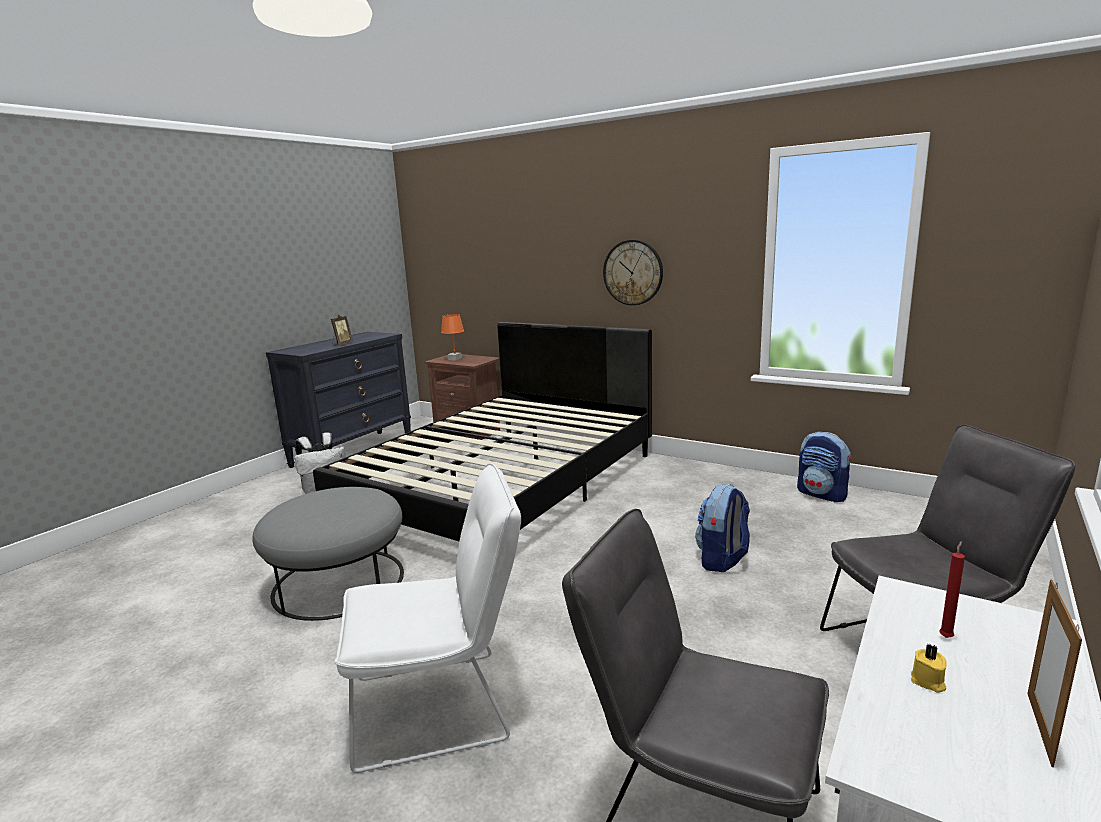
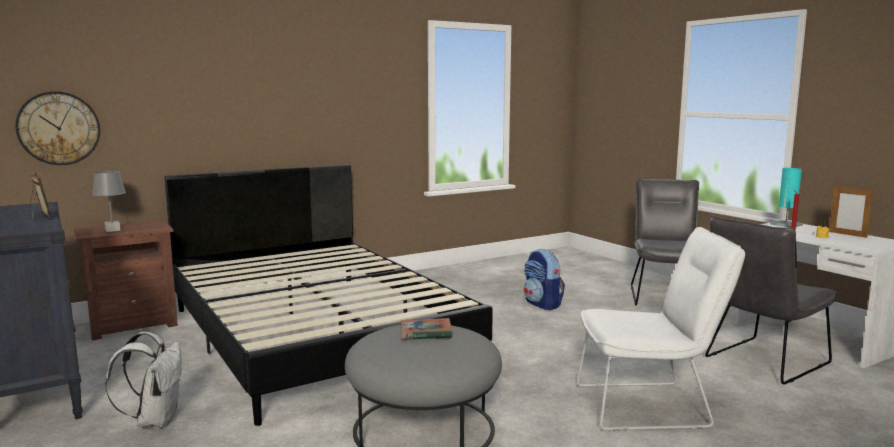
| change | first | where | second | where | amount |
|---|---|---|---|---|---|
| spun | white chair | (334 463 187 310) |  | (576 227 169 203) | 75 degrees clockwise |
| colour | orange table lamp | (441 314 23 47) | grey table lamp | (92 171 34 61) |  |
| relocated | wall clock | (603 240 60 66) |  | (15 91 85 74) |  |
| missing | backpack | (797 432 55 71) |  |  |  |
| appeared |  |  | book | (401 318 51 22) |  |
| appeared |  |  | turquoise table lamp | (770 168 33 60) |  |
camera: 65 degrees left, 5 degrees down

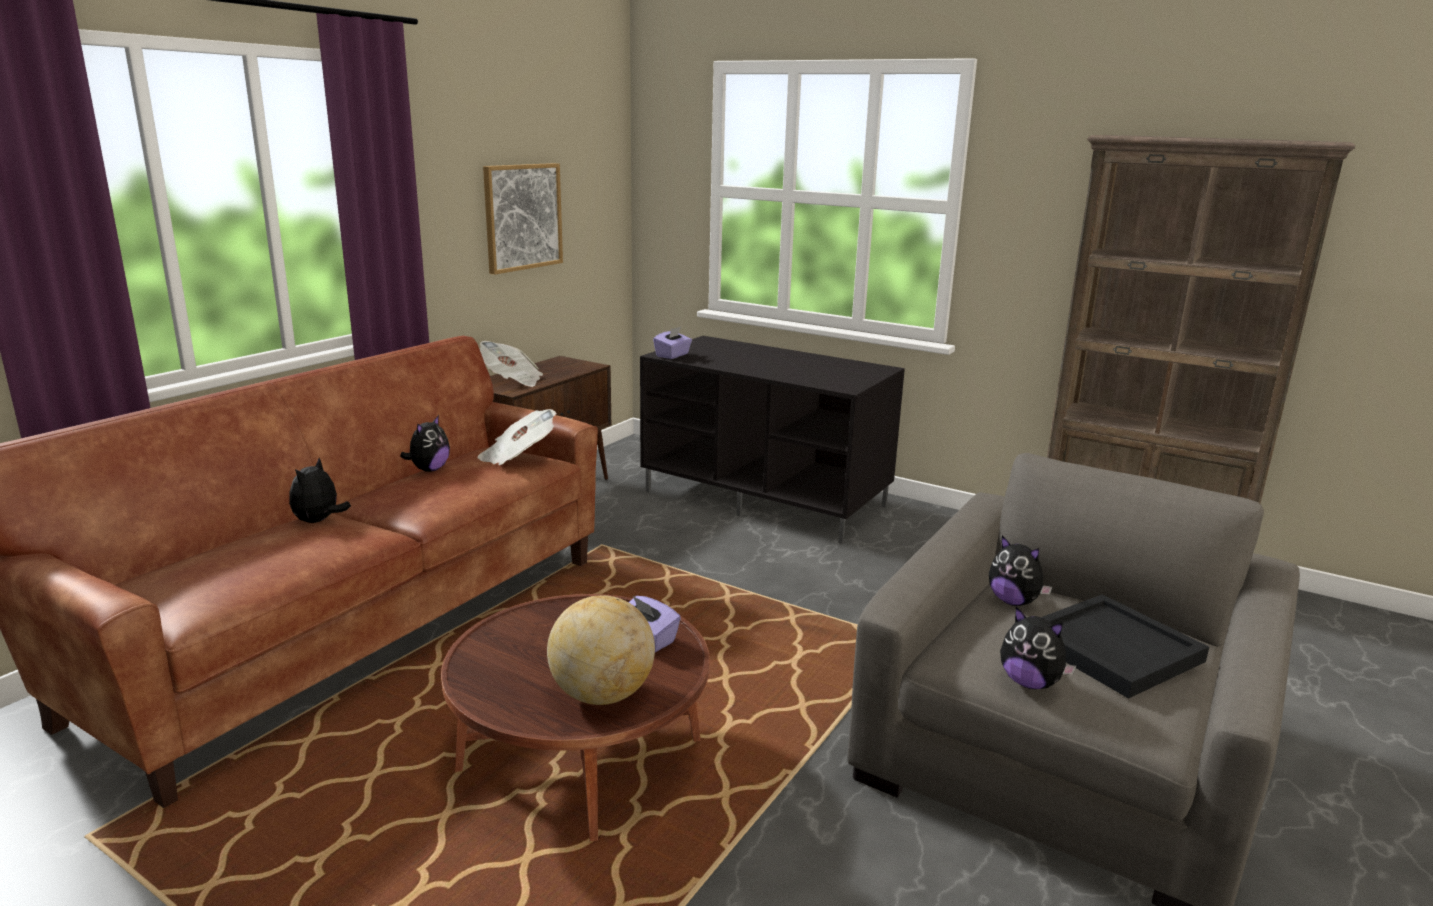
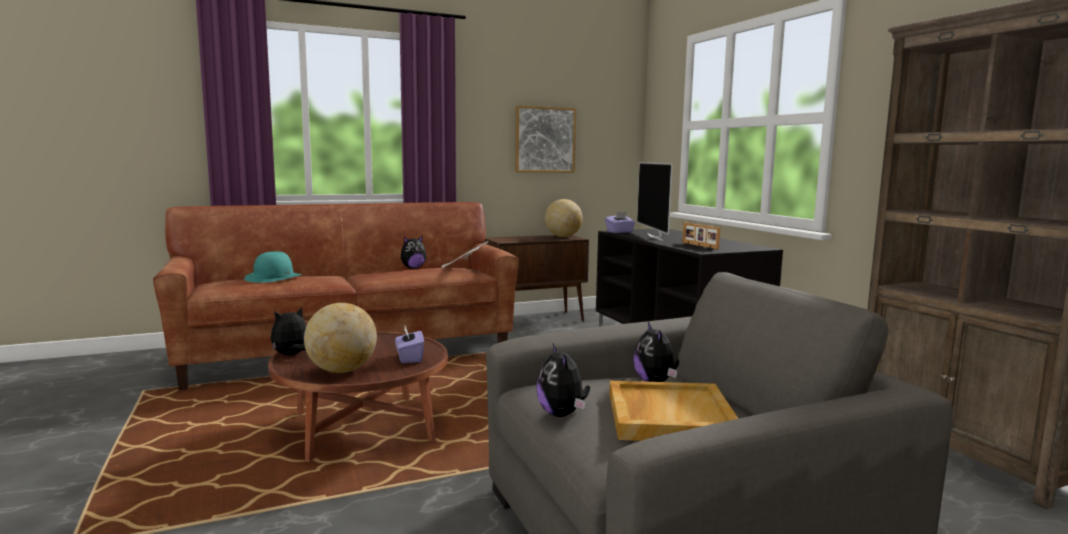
| change | first | where | second | where | amount |
|---|---|---|---|---|---|
| relocated | plush toy | (289 458 62 65) |  | (271 307 36 48) |  |
| missing | newspaper | (480 341 63 46) |  |  |  |
| colour | black tray | (1042 594 167 105) | beige tray | (609 381 130 60) |  |
| appeared |  |  | turquoise hat | (244 251 58 32) |  |
| appeared |  |  | globe | (545 199 38 38) |  |
| appeared |  |  | television | (637 162 36 79) |  |
| appeared |  |  | picture frame | (682 223 38 26) |  |
camera: 35 degrees right, 10 degrees down

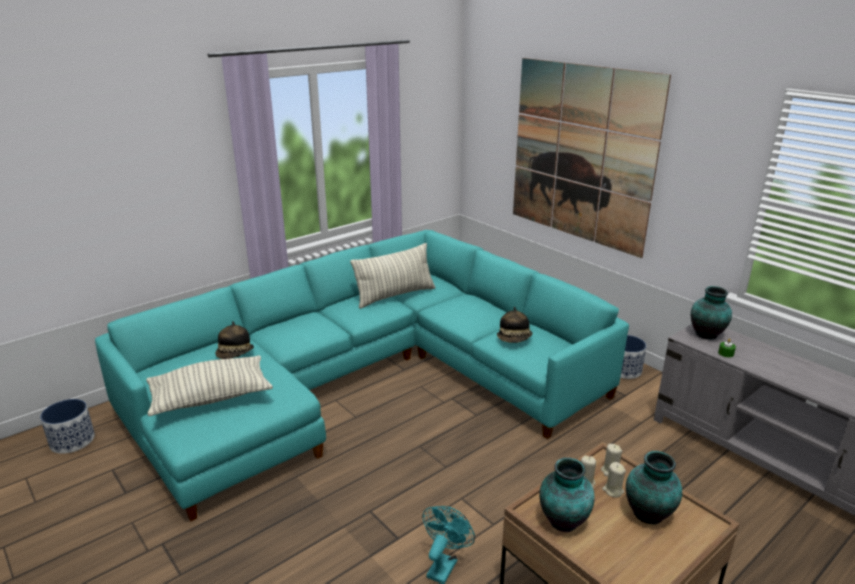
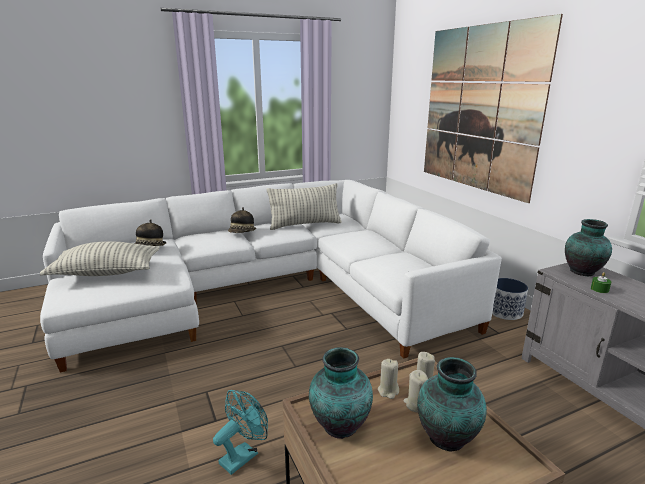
| change | first | where | second | where | amount |
|---|---|---|---|---|---|
| missing | planter | (40 399 55 55) |  |  |  |
| colour | turquoise sofa | (95 230 534 291) | white sofa | (40 180 462 193) |  |
| relocated | hat | (497 307 35 36) |  | (228 207 28 26) |  |
camera: 15 degrees right, 5 degrees down

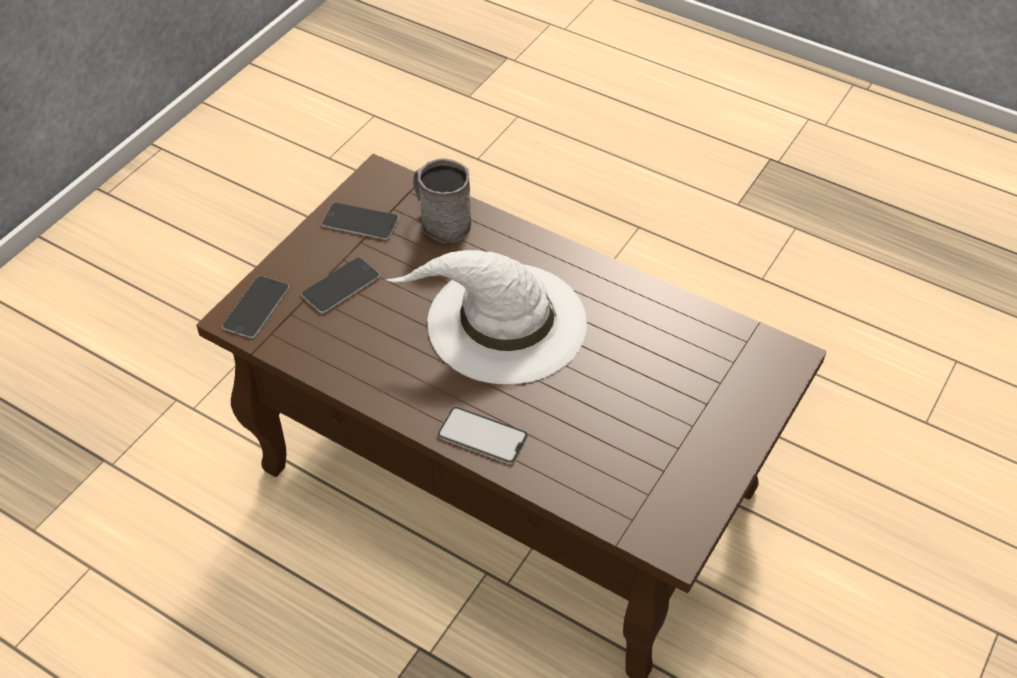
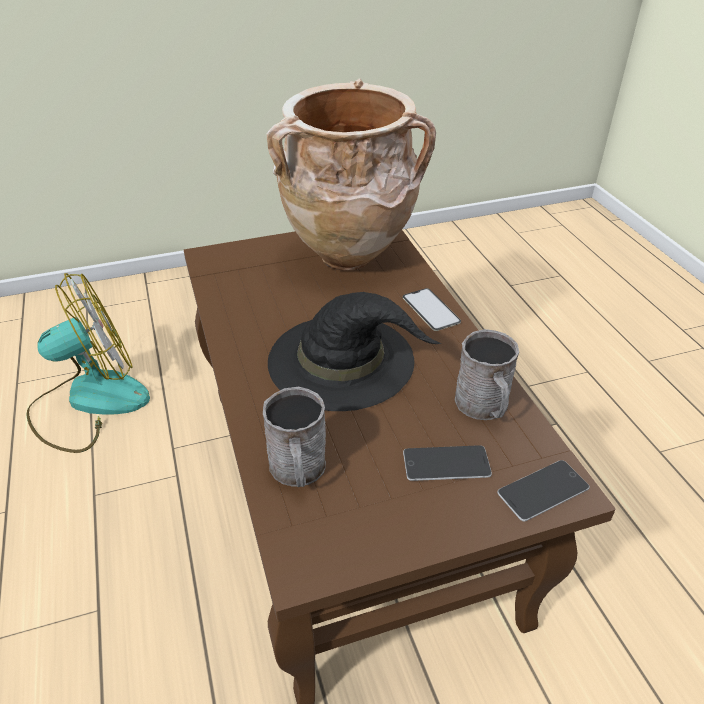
| change | first | where | second | where | amount |
|---|---|---|---|---|---|
| missing | phone | (321 203 78 37) |  |  |  |
| colour | white hat | (384 250 203 134) | black hat | (268 292 174 119) |  |
| appeared |  |  | fan | (26 273 124 180) |  |
| appeared |  |  | beige vase | (267 78 169 193) |  |
| appeared |  |  | grey mug | (454 329 65 91) |  |
camera: 140 degrees left, 10 degrees down

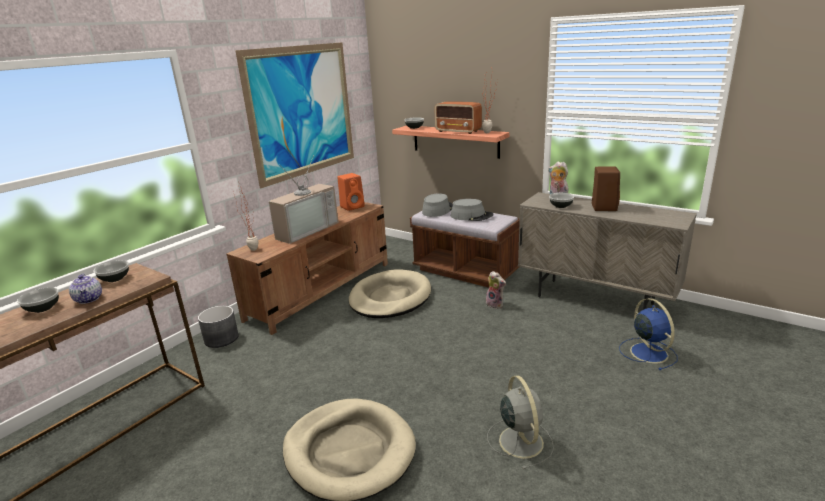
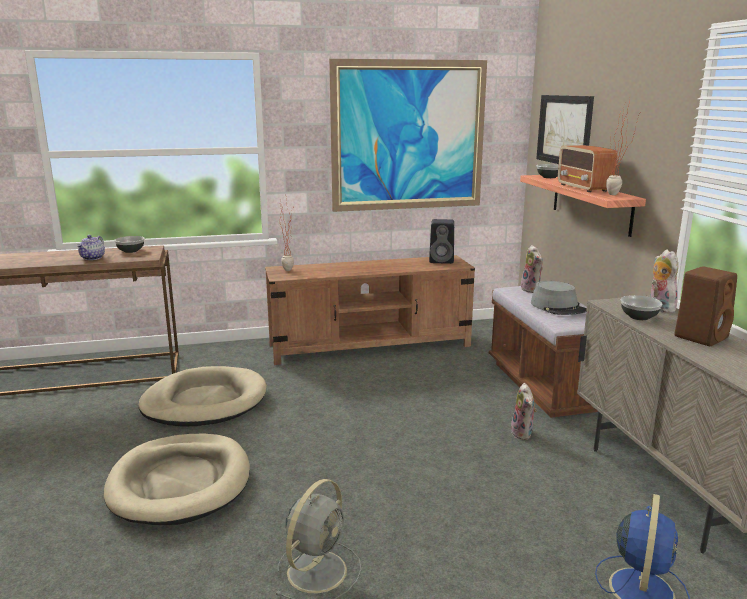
| change | first | where | second | where | amount |
|---|---|---|---|---|---|
| missing | bowl | (17 287 42 26) |  |  |  |
| missing | grey planter | (198 306 41 42) |  |  |  |
| missing | television | (269 155 69 89) |  |  |  |
| colour | orange speaker | (338 173 27 38) | black speaker | (429 219 25 45) |  |
| relocated | beige dog bed | (348 269 83 49) |  | (138 366 129 61) |  |
| exchanged | grey hat | (422 193 31 24) | plush toy | (521 245 22 48) |  |
| appeared |  |  | picture | (536 95 58 69) |  |
camera: 40 degrees right, 5 degrees down

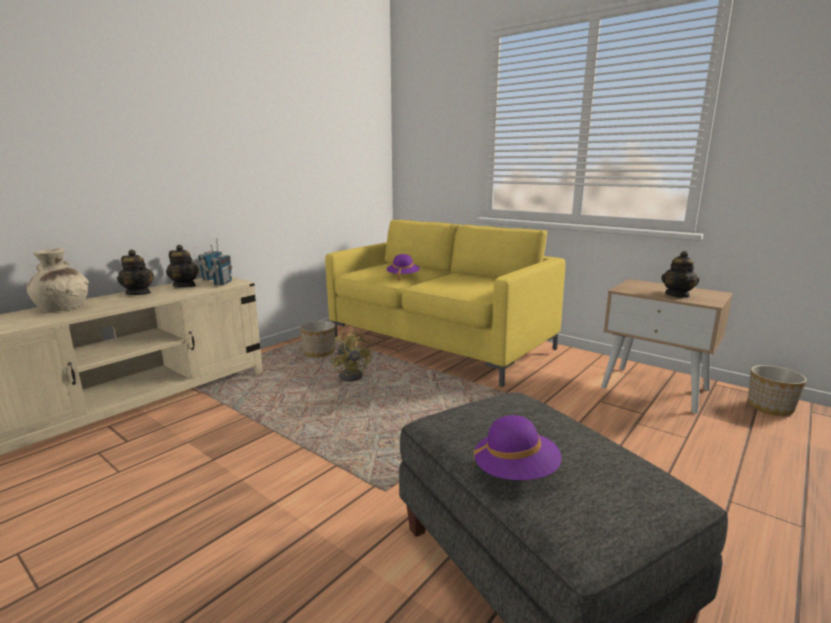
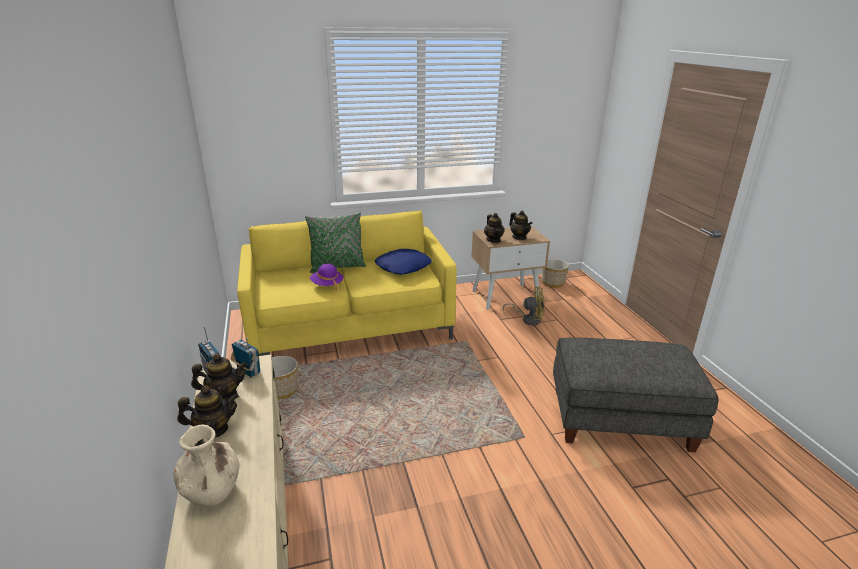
| change | first | where | second | where | amount |
|---|---|---|---|---|---|
| relocated | yellow fan | (331 329 42 52) |  | (503 287 41 38) |  |
| missing | purple hat | (473 415 89 65) |  |  |  |
| appeared |  |  | green pillow | (305 213 61 60) |  |
| appeared |  |  | blue pillow | (375 249 57 26) |  |
| appeared |  |  | teapot | (484 213 21 30) |  |
camera: 55 degrees left, 10 degrees up

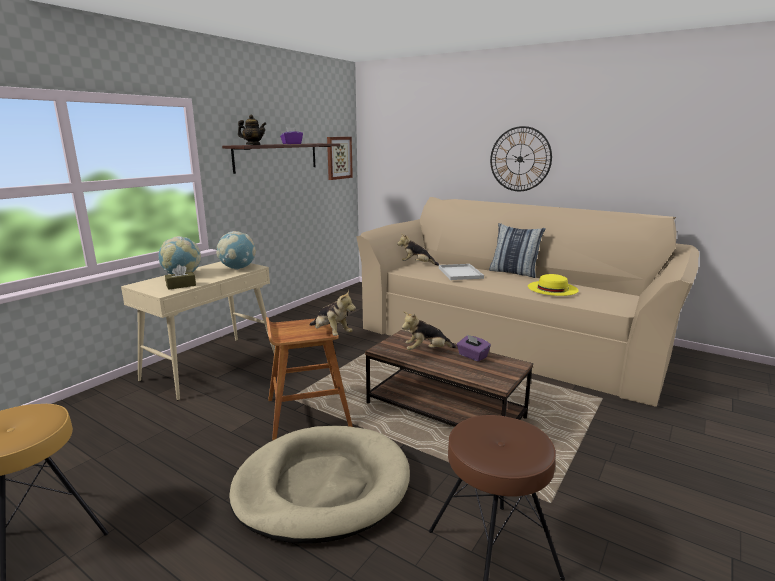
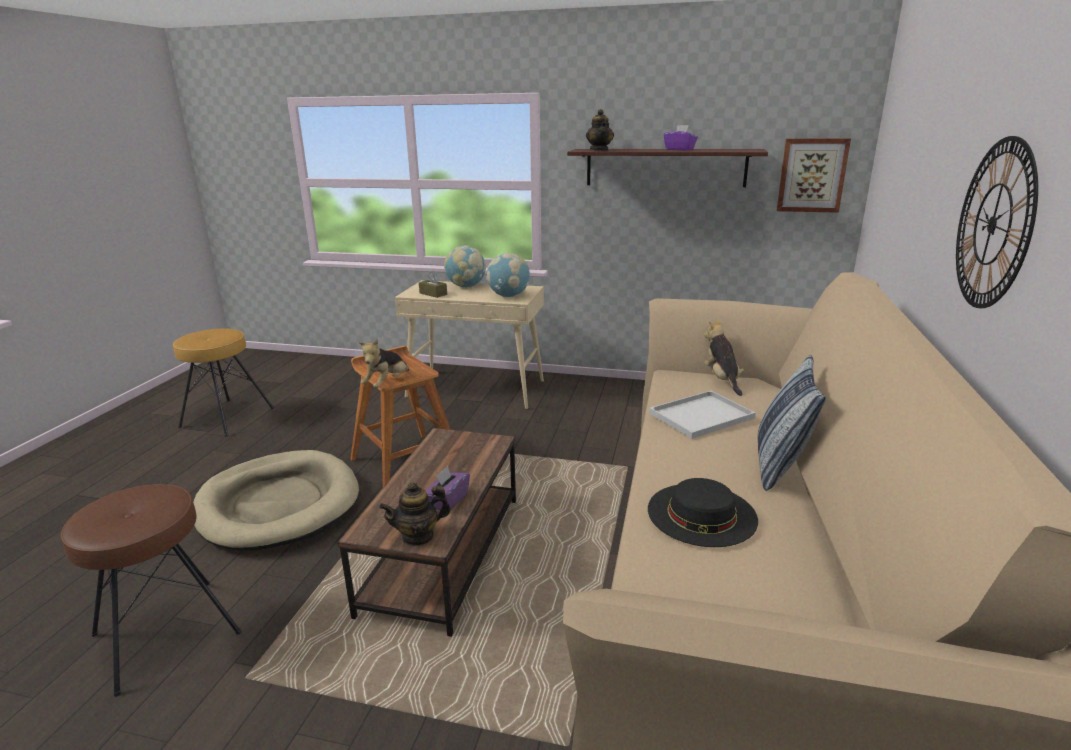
| change | first | where | second | where | amount |
|---|---|---|---|---|---|
| missing | plush toy | (402 311 54 39) |  |  |  |
| colour | yellow hat | (528 274 51 22) | black hat | (648 478 110 69) |  |
| appeared |  |  | teapot | (379 482 72 64) |  |
camera: 70 degrees right, 5 degrees up

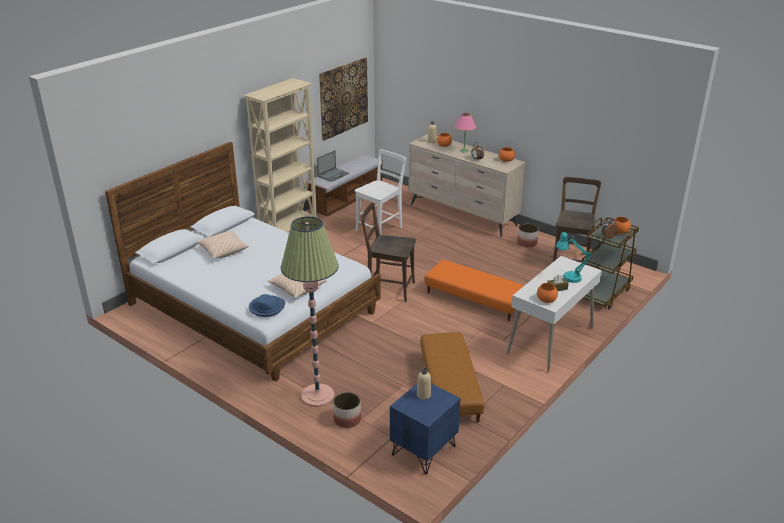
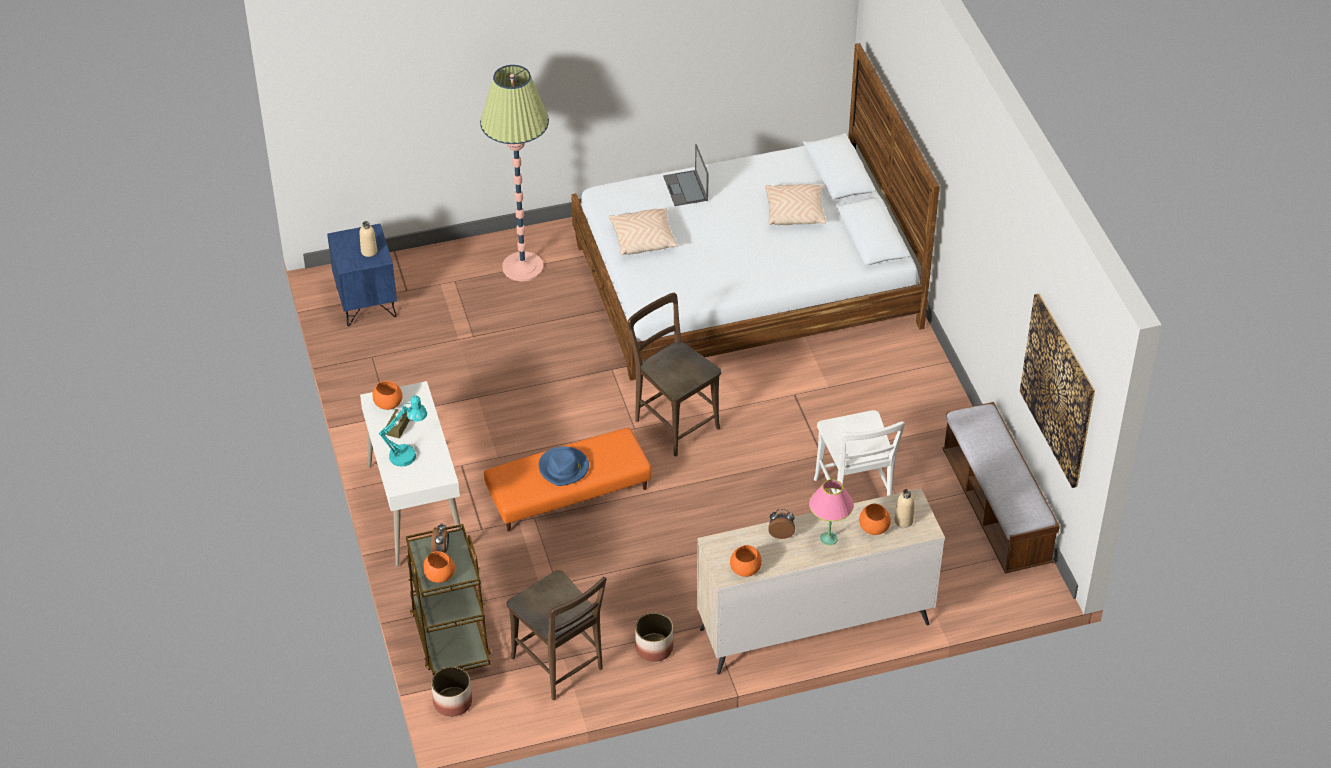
| change | first | where | second | where | amount |
|---|---|---|---|---|---|
| missing | beige bookcase | (244 78 73 155) |  |  |  |
| relocated | blue hat | (249 294 36 23) |  | (539 447 50 39) |  |
| relocated | laptop | (317 151 32 31) |  | (663 144 46 62) |  |
| relocated | planter | (333 392 28 36) |  | (431 666 41 51) |  |
| spun | brown chair | (361 202 55 100) |  | (628 293 93 164) | 90 degrees counterclockwise |
| missing | brown ottoman | (421 332 63 91) |  |  |  |
camera: 125 degrees right, 15 degrees up

